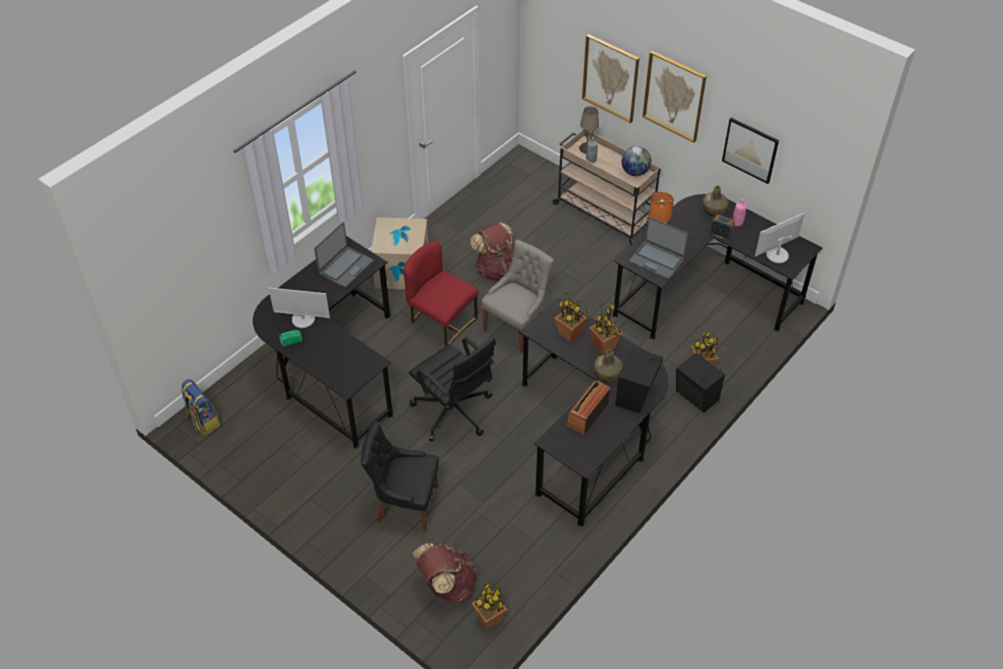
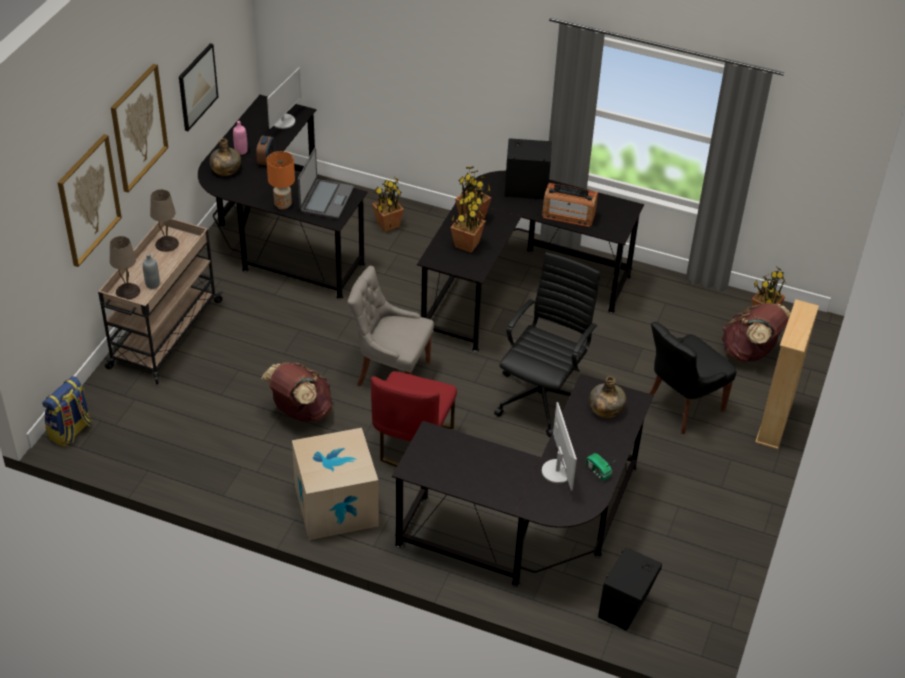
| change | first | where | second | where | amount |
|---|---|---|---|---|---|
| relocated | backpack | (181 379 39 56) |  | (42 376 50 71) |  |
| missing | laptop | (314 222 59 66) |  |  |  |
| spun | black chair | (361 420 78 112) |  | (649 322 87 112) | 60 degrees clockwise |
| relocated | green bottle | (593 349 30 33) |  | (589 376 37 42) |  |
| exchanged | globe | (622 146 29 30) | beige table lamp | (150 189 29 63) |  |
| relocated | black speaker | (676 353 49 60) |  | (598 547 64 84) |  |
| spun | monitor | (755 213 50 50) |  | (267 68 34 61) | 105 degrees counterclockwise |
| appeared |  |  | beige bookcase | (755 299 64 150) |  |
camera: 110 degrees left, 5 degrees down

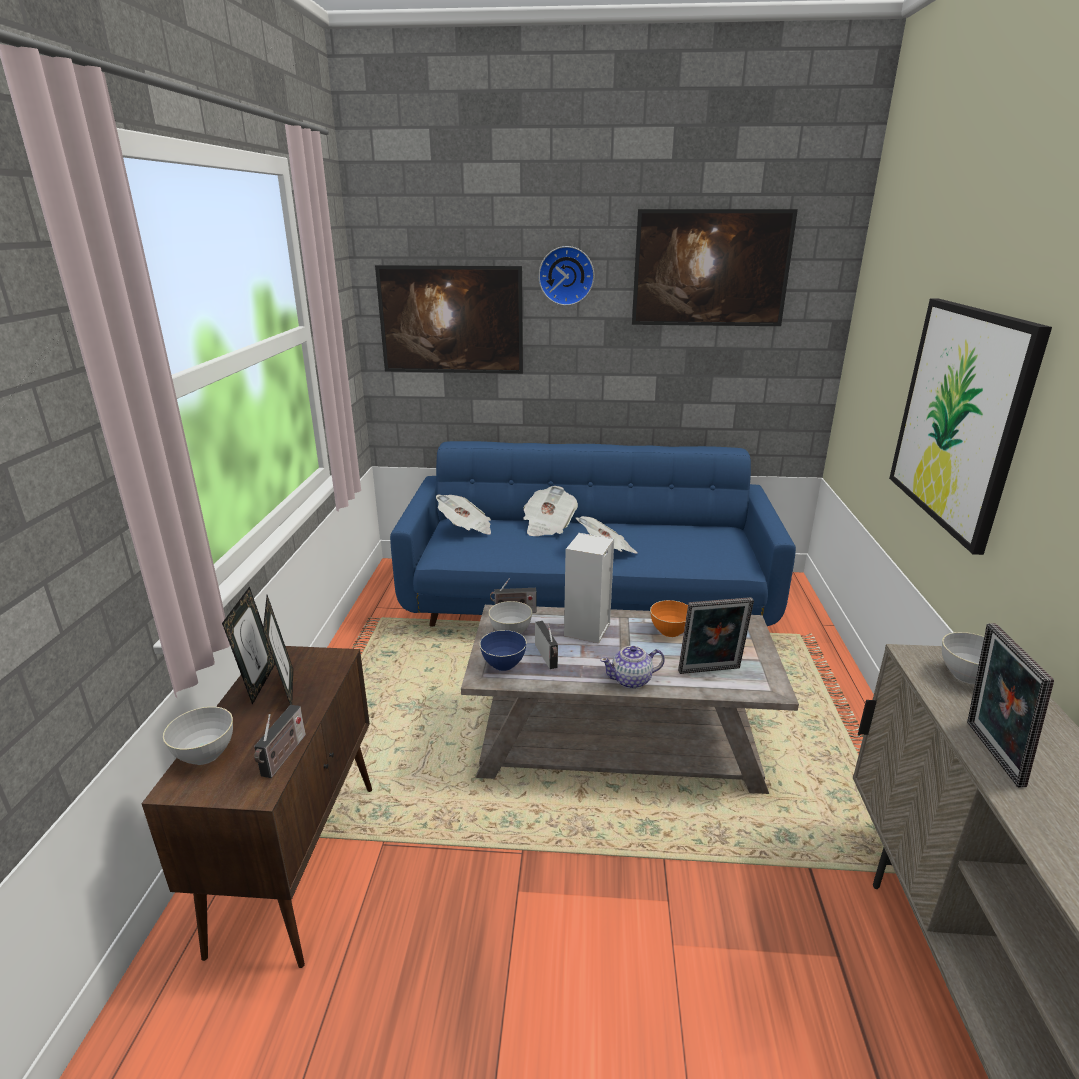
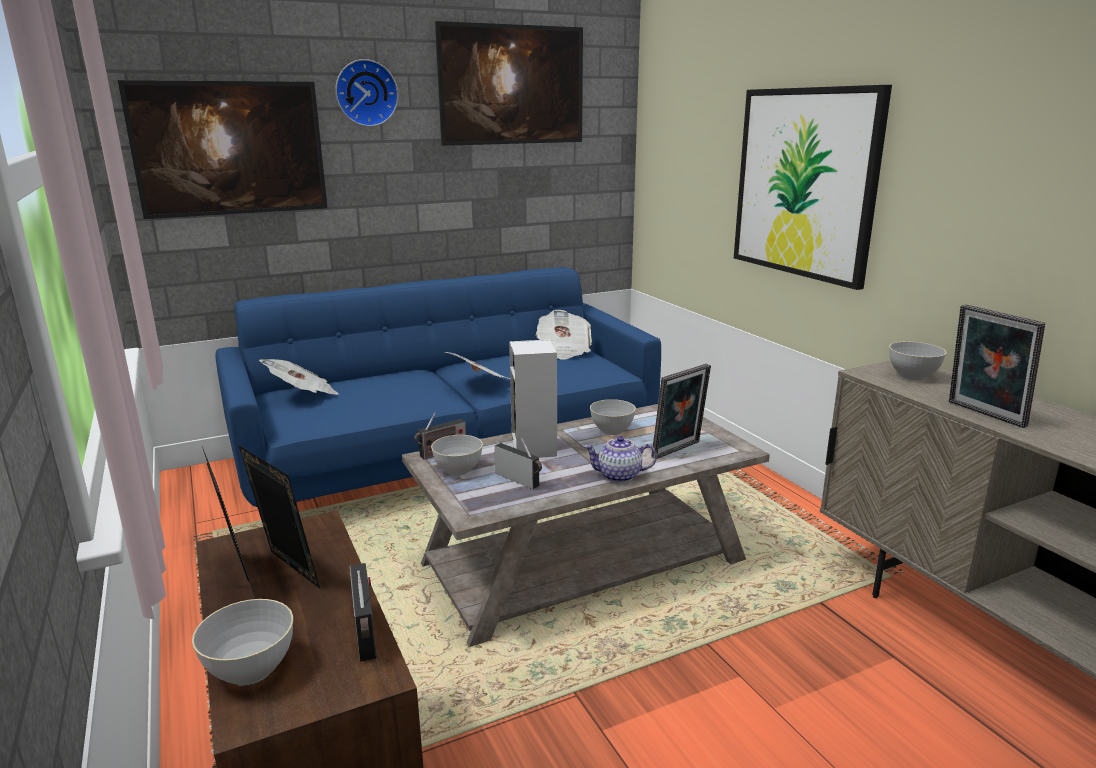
| change | first | where | second | where | amount |
|---|---|---|---|---|---|
| missing | blue bowl | (480 630 47 41) |  |  |  |
| relocated | newspaper | (523 486 55 50) |  | (536 310 56 50) |  |
| spun | teapot | (600 646 65 43) |  | (583 436 74 47) | 45 degrees clockwise |
| colour | orange bowl | (650 600 38 37) | grey bowl | (590 399 46 36) |  |
camera: 30 degrees left, 5 degrees down

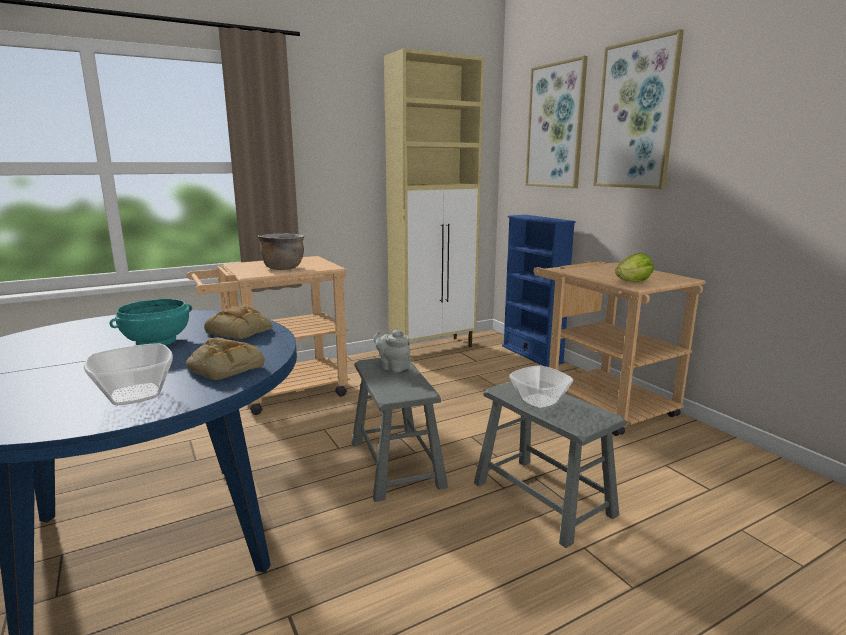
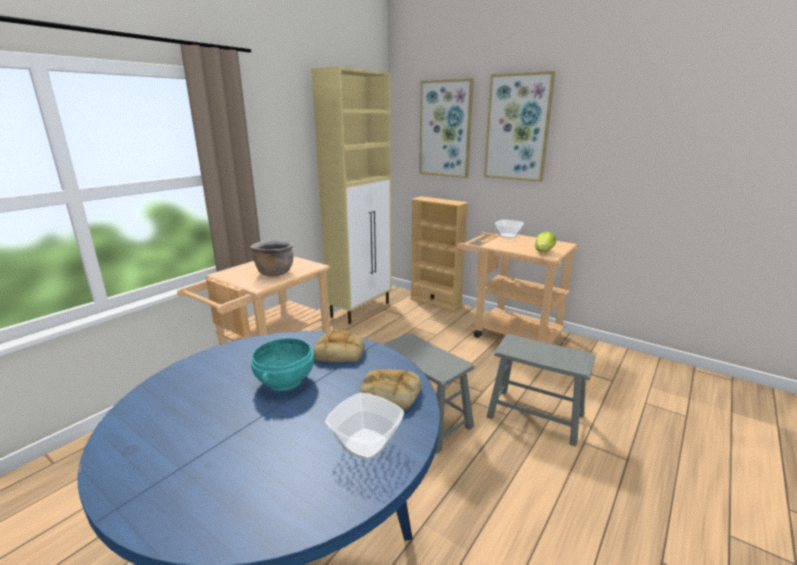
| change | first | where | second | where | amount |
|---|---|---|---|---|---|
| missing | grey teapot | (373 329 37 44) |  |  |  |
| colour | blue bookcase | (502 215 74 152) | beige bookcase | (410 196 59 115) |  |
| relocated | bowl | (509 365 64 45) |  | (495 219 29 19) |  |
camera: 25 degrees left, 5 degrees up

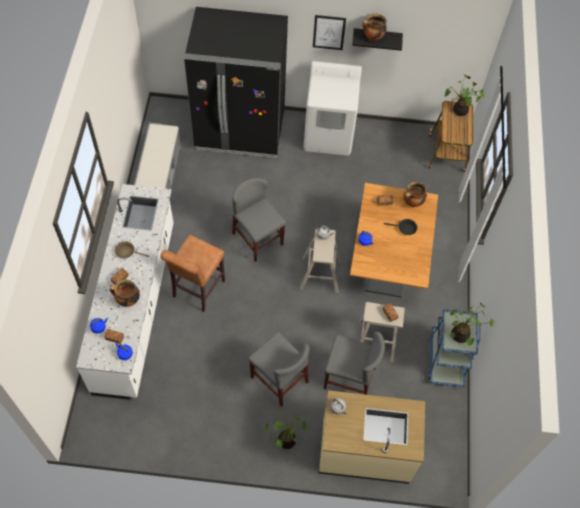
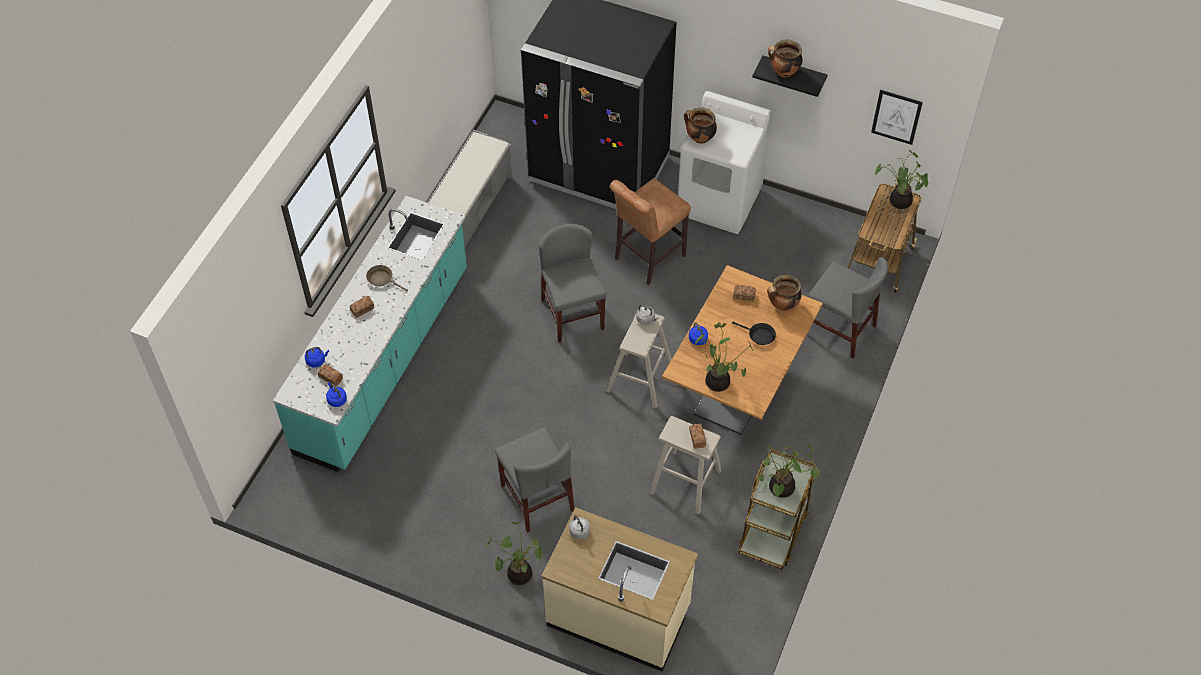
| change | first | where | second | where | amount |
|---|---|---|---|---|---|
| colour | white counter | (76 184 97 216) | turquoise counter | (273 196 194 276) |  |
| relocated | cooking pot | (110 279 30 28) |  | (684 107 33 37) |  |
| relocated | brown stool | (160 235 65 77) |  | (610 178 81 107) |  |
| relocated | picture | (313 15 33 35) |  | (871 90 52 55) |  |
| relocated | grey chair | (324 332 61 63) |  | (808 257 80 102) |  |
| colour | blue cart | (428 309 52 78) | brown cart | (738 449 78 121) |  |
| appeared |  |  | potted plant | (695 322 58 70) |  |
camera: 20 degrees right, 5 degrees down

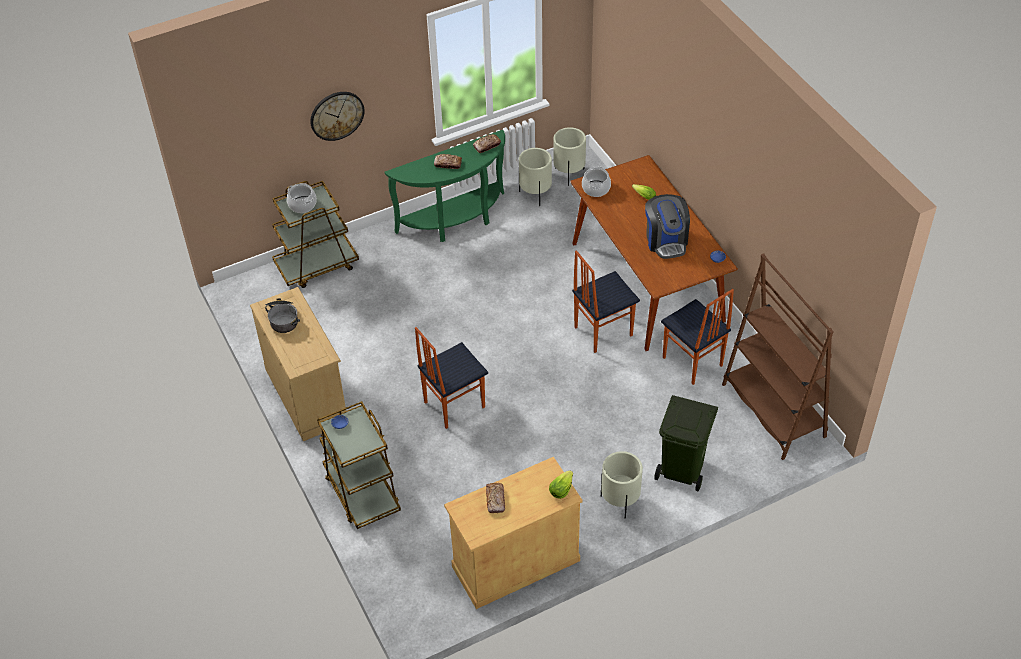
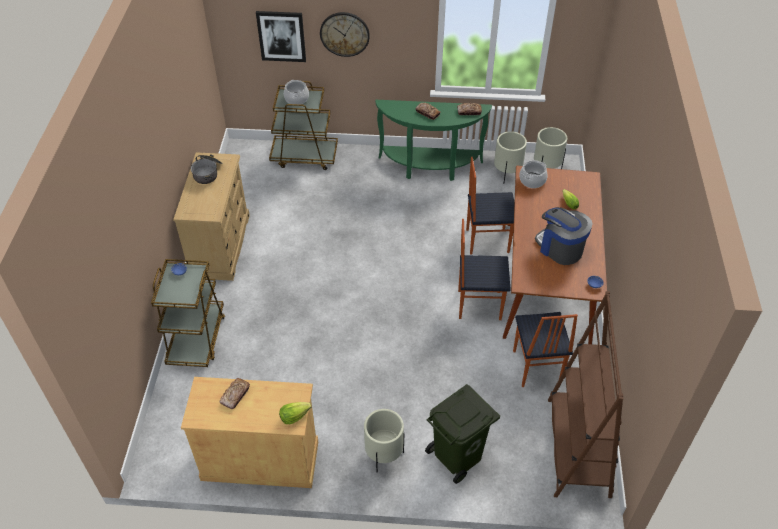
| change | first | where | second | where | amount |
|---|---|---|---|---|---|
| relocated | chair | (415 327 73 102) |  | (466 157 49 98) |  |
| spun | coffee machine | (645 194 45 65) |  | (535 207 58 58) | 120 degrees clockwise |
| appeared |  |  | picture | (256 11 50 51) |  |
camera: 30 degrees right, 0 degrees up

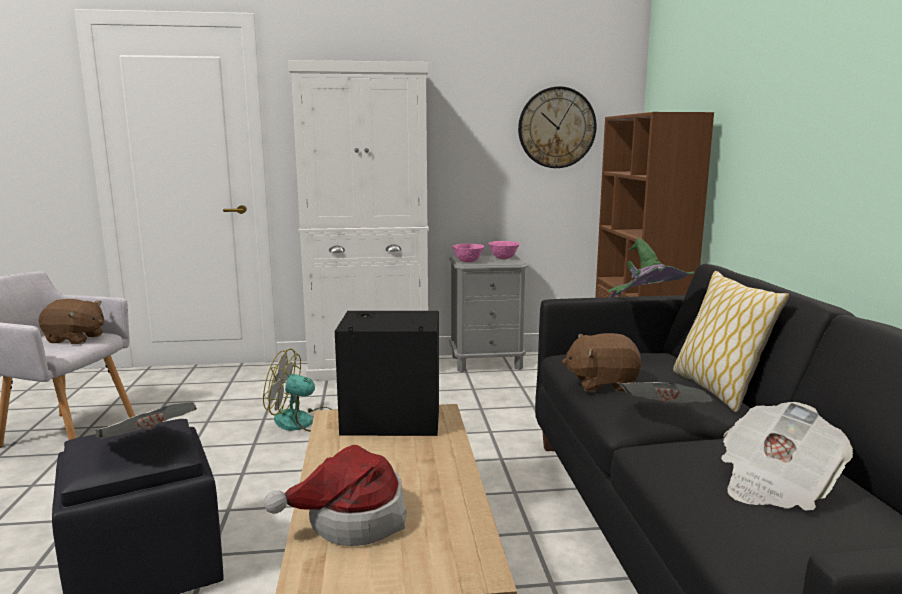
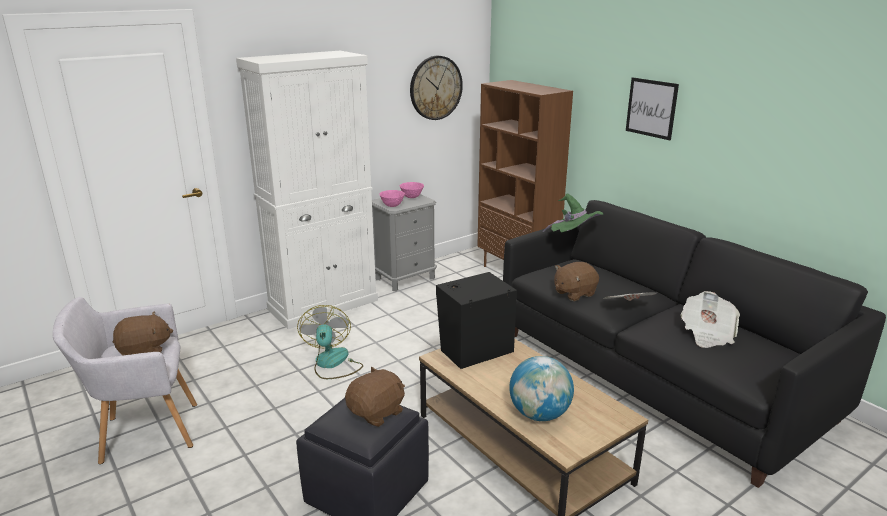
| change | first | where | second | where | amount |
|---|---|---|---|---|---|
| exchanged | newspaper | (95 402 102 37) | brown plush toy | (345 367 60 60) |  |
| spun | fan | (263 348 70 84) |  | (297 305 66 74) | 105 degrees clockwise |
| exchanged | hat | (264 445 143 101) | globe | (509 356 65 65) |  |
| missing | pillow | (673 271 116 141) |  |  |  |
| appeared |  |  | picture | (626 77 53 63) |  |
camera: 30 degrees left, 10 degrees up

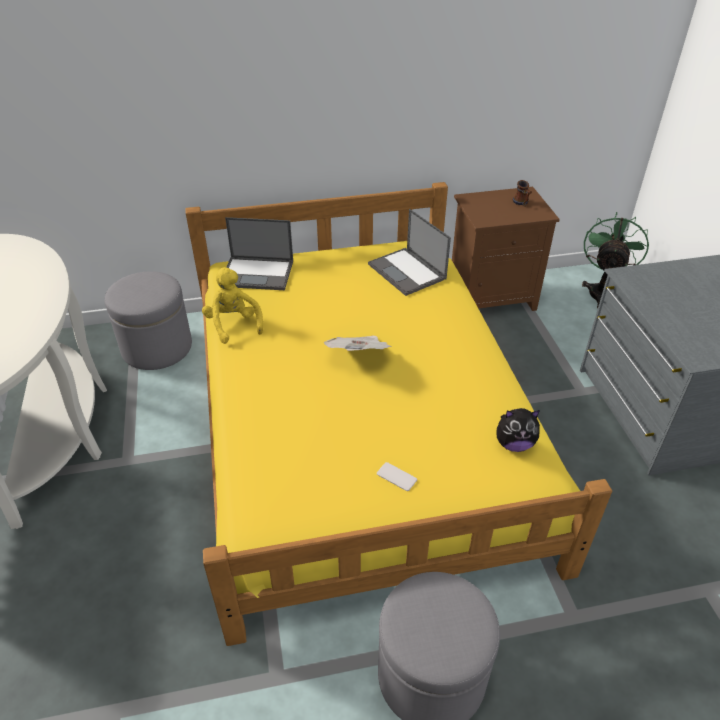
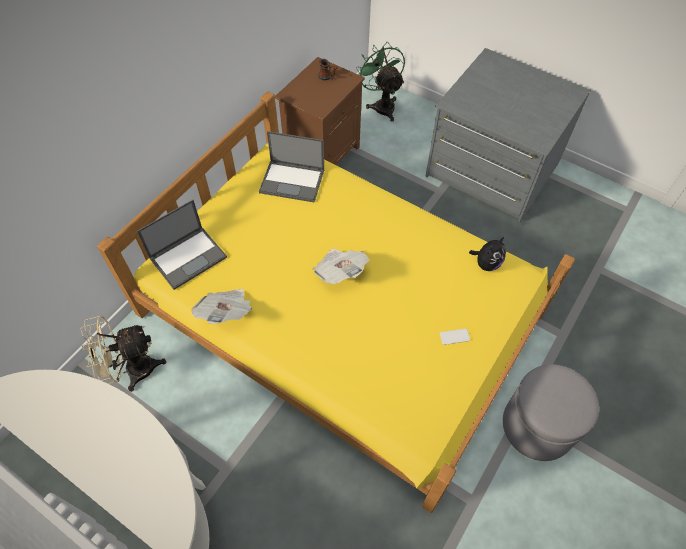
| change | first | where | second | where | amount |
|---|---|---|---|---|---|
| exchanged | grey ottoman | (104 271 88 99) | beige fan | (81 315 85 77) |  |
| exchanged | yellow plush toy | (202 267 61 77) | newspaper | (192 289 60 35) |  |
camera: 45 degrees left, 15 degrees up

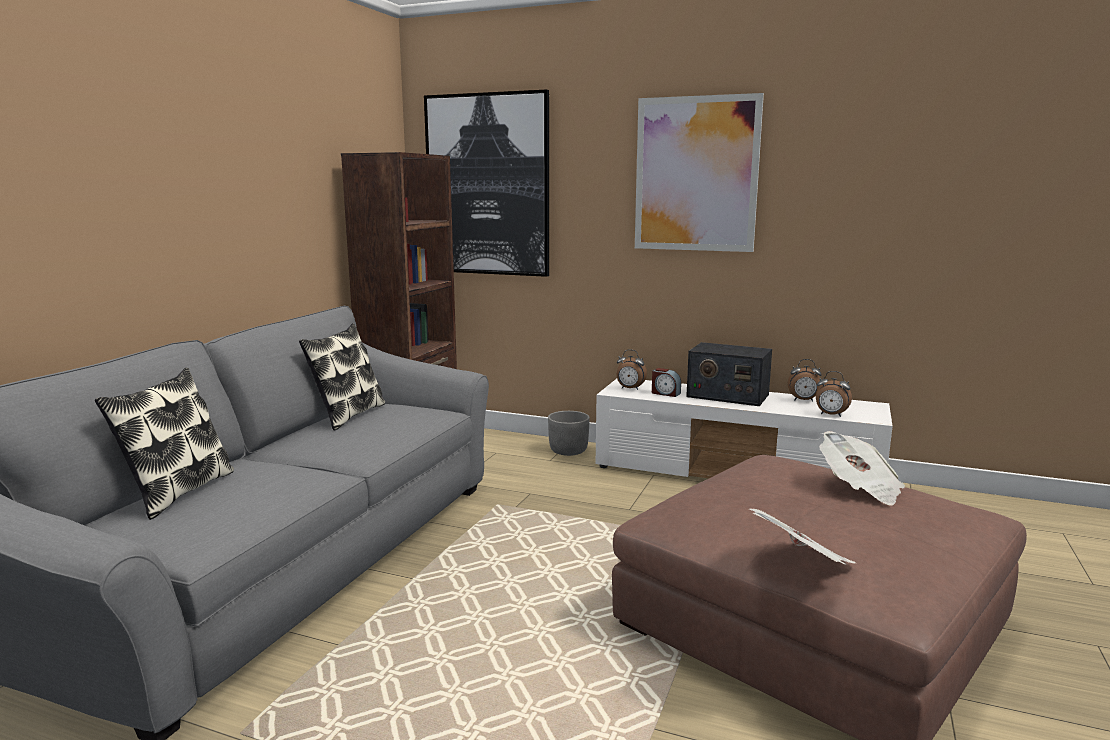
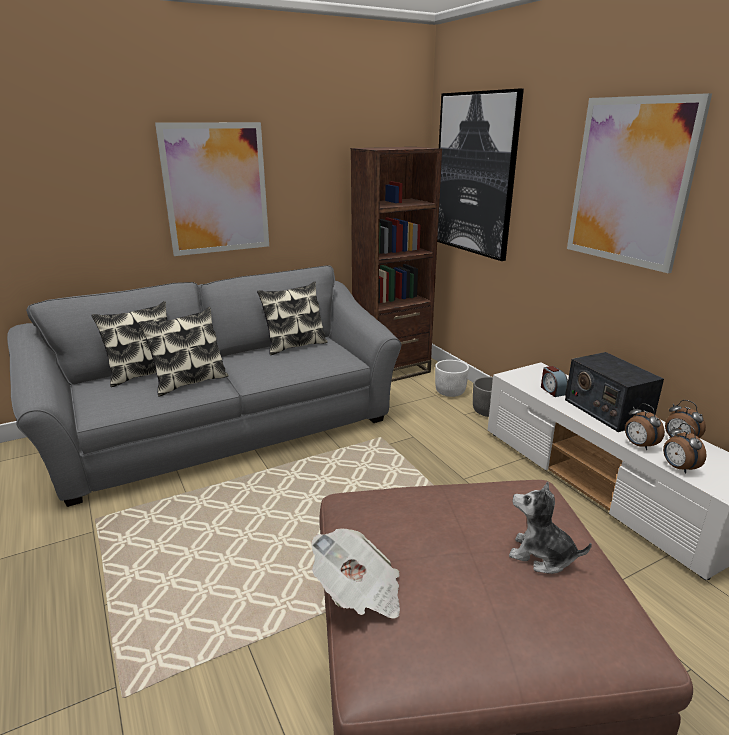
| change | first | where | second | where | amount |
|---|---|---|---|---|---|
| relocated | alarm clock | (617 349 30 41) |  | (625 403 40 47) |  |
| exchanged | newspaper | (819 431 86 75) | plush toy | (509 481 83 93) |  |
| appeared |  |  | pillow | (138 307 91 90) |  |
| appeared |  |  | picture | (155 122 114 134) |  |
| appeared |  |  | white planter | (435 360 34 37) |  |
camera: 40 degrees right, 10 degrees up

